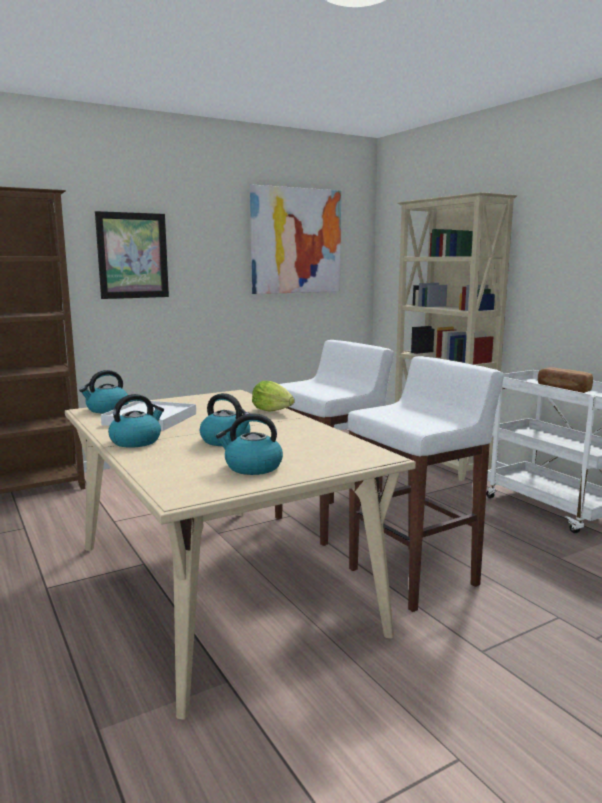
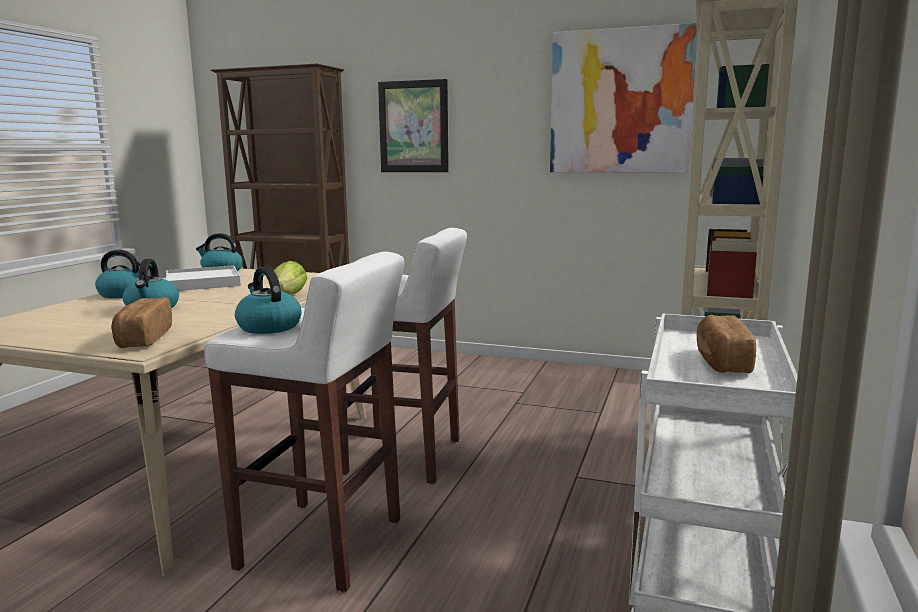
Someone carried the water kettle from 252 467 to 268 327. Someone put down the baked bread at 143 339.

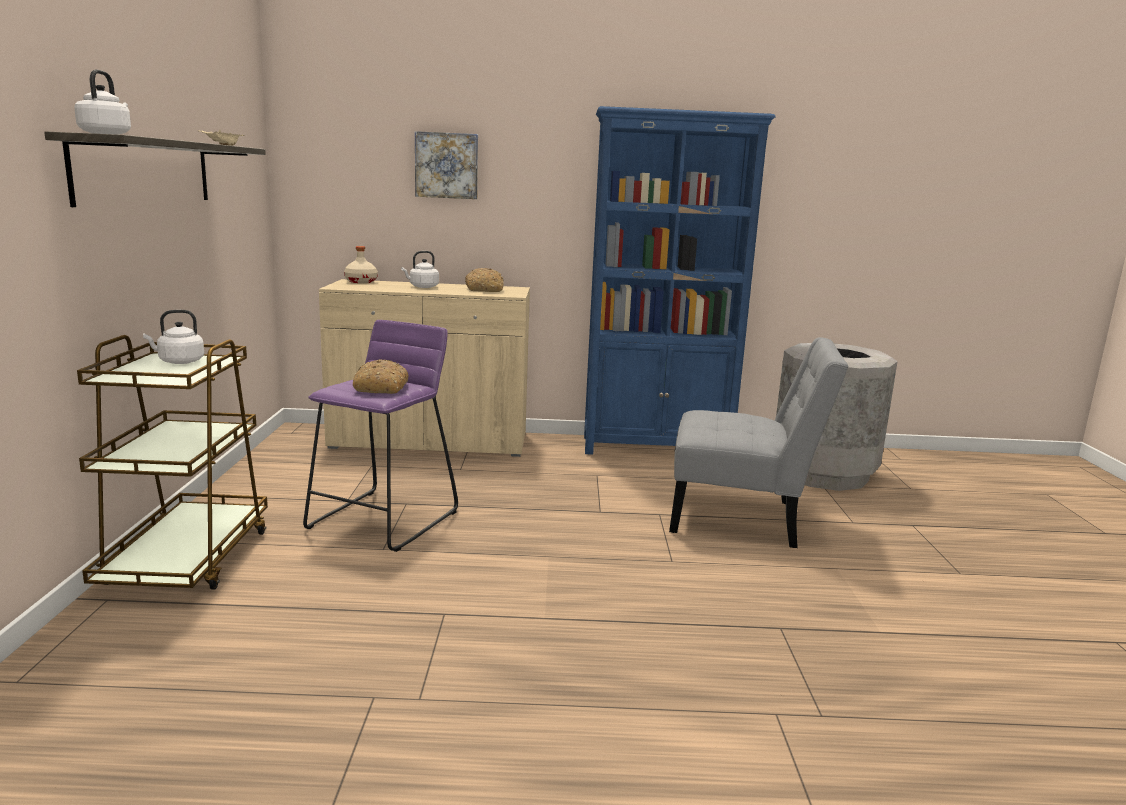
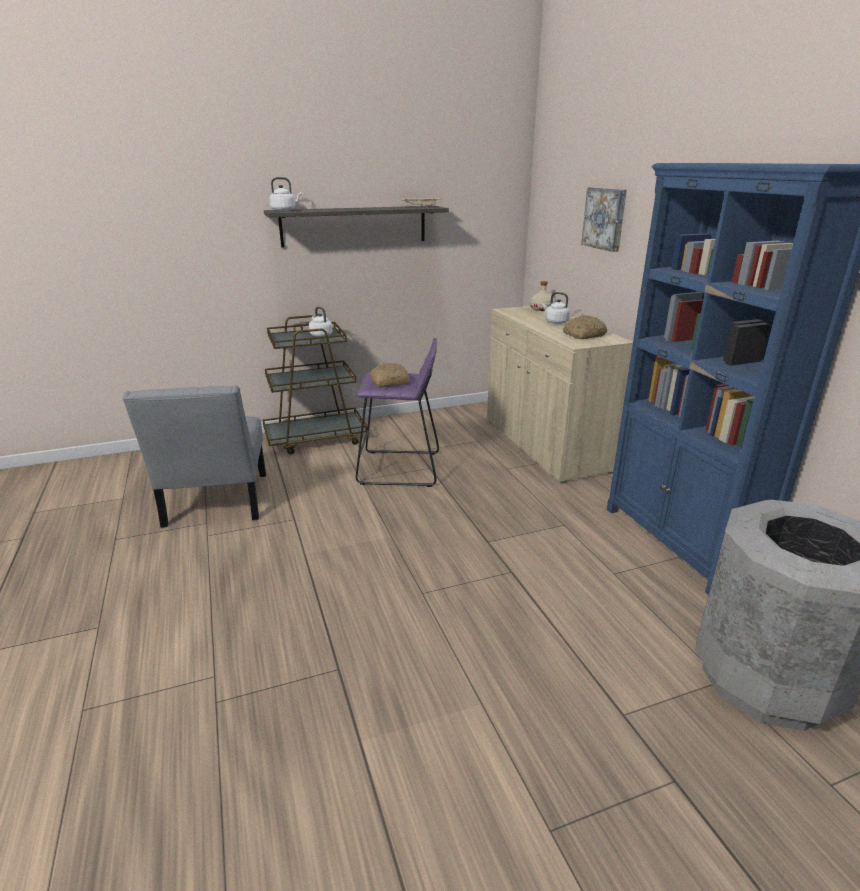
Someone carried the plain chair/greyish from 742 518 to 215 503.

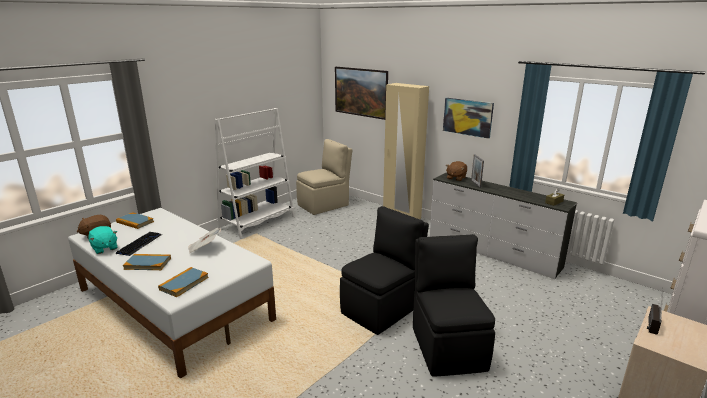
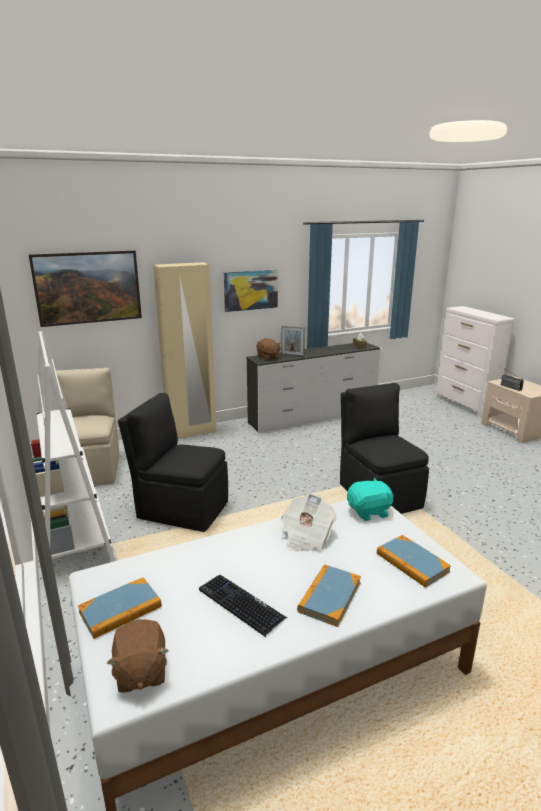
Someone carried the cuddly toy/blue-green from 104 248 to 369 512. Someone carried the plain chair/blackish from 448 346 to 181 509.

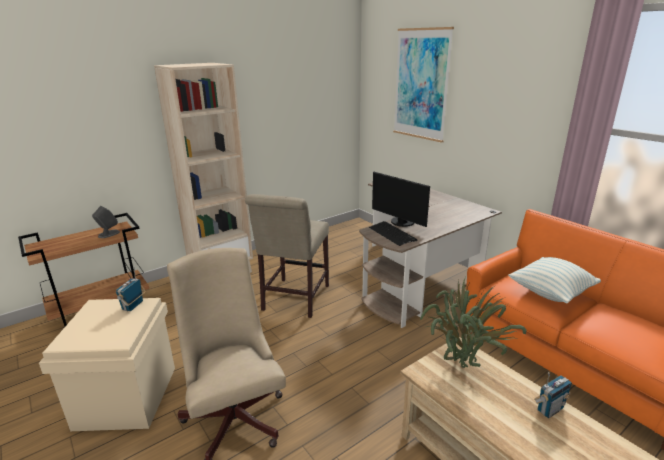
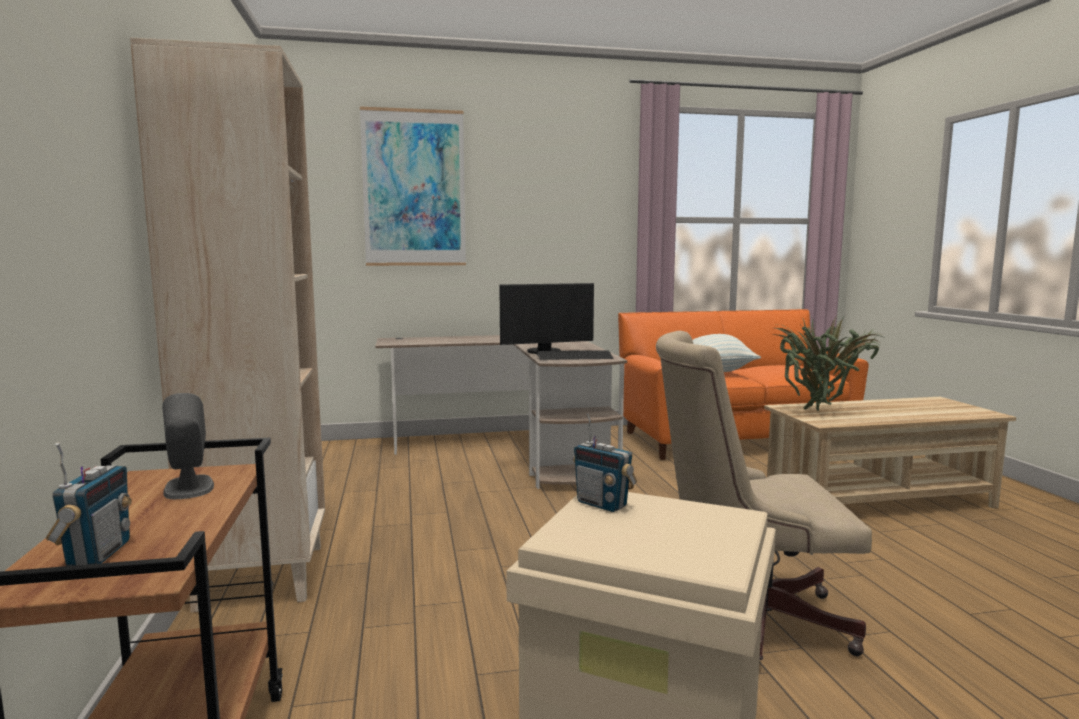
Someone took away the plain chair/beige at 294 299. Someone carried the radio receiver from 549 409 to 97 554.

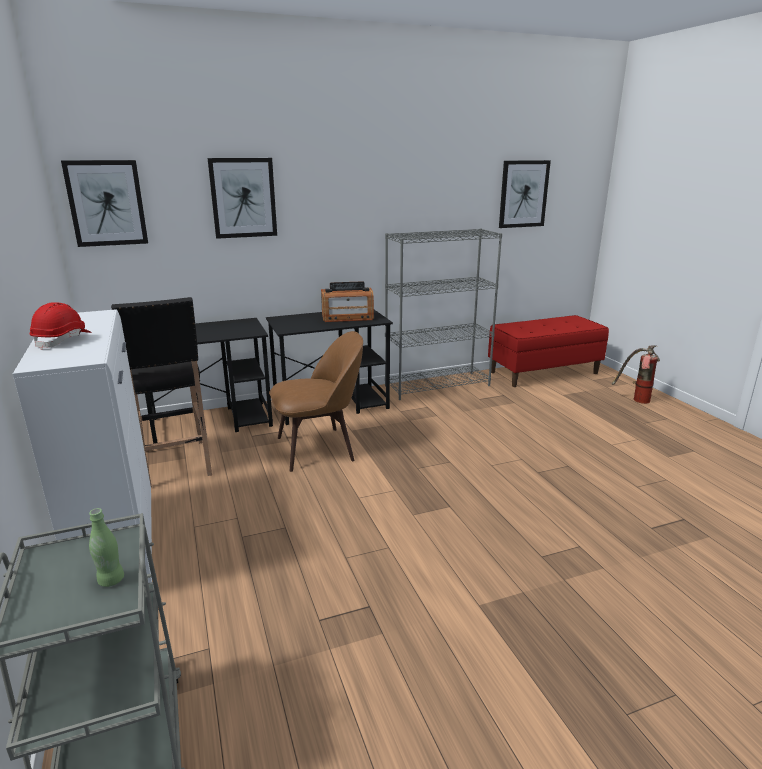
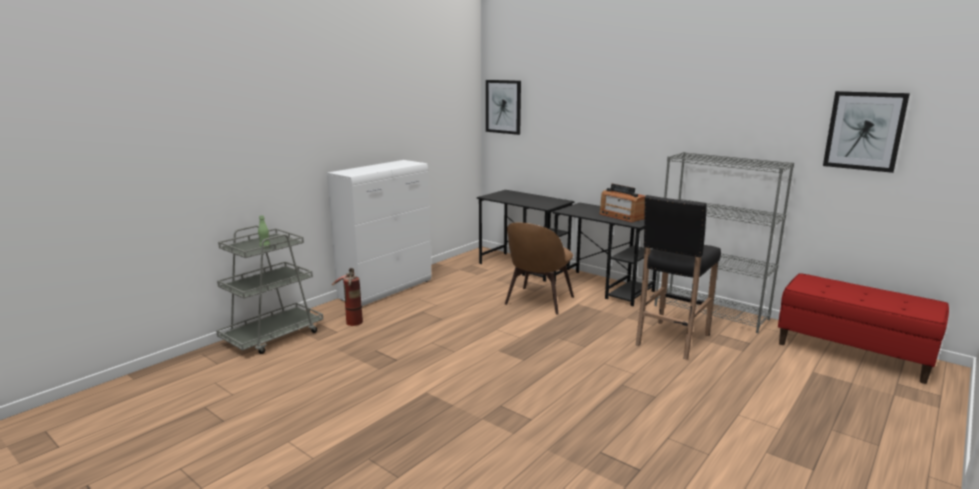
Someone took away the wall picture at 243 198. Someone carried the stool/blackish from 176 464 to 671 340. Someone took away the work helmet/red-coloured at 63 340. Someone rotated the plain chair/brownish at 319 448 by 75 degrees clockwise. Someone carried the fire-fighting cylinder from 635 400 to 352 320.

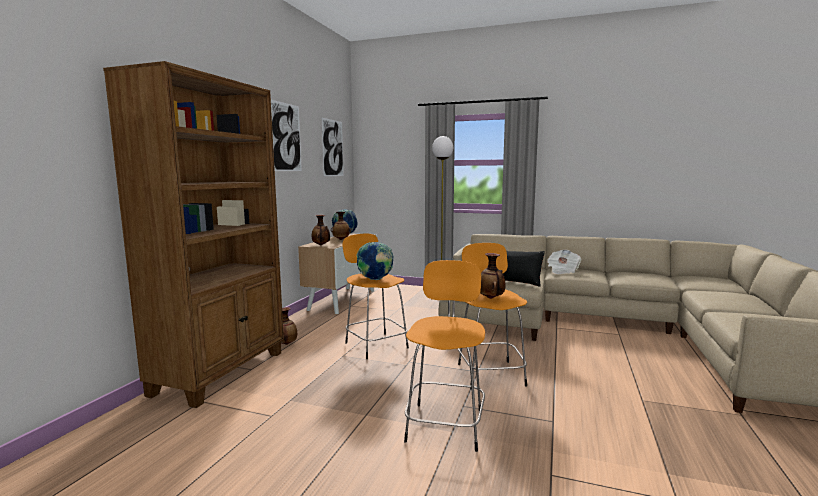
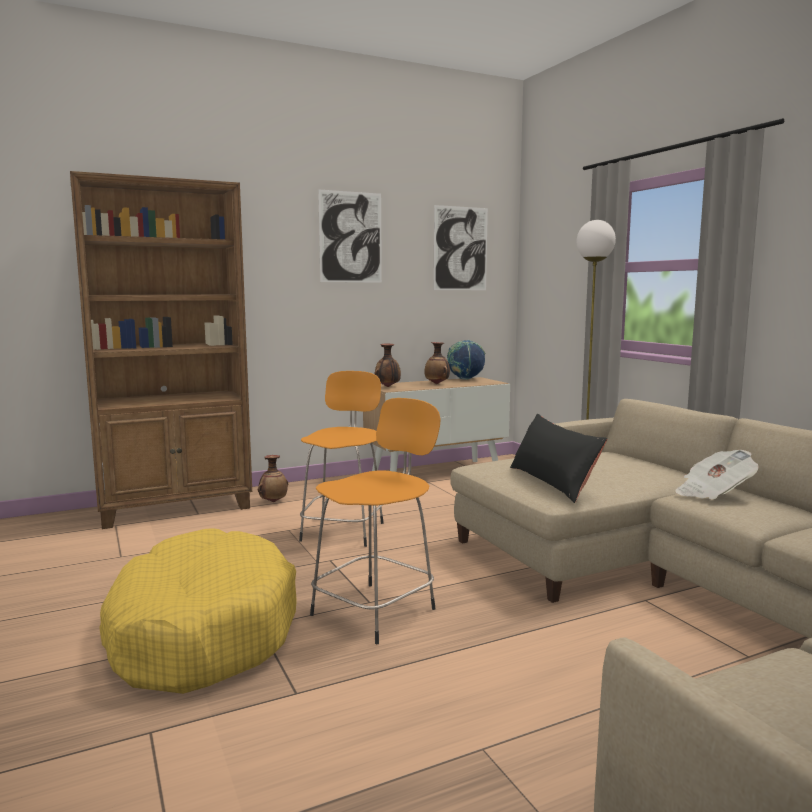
Someone took away the desk globe at 375 280. Someone took away the decorative vase at 491 298. Someone swapped the stool/orange-coloured at 445 424 for the dog cushion/yellow-coloured at 201 632.

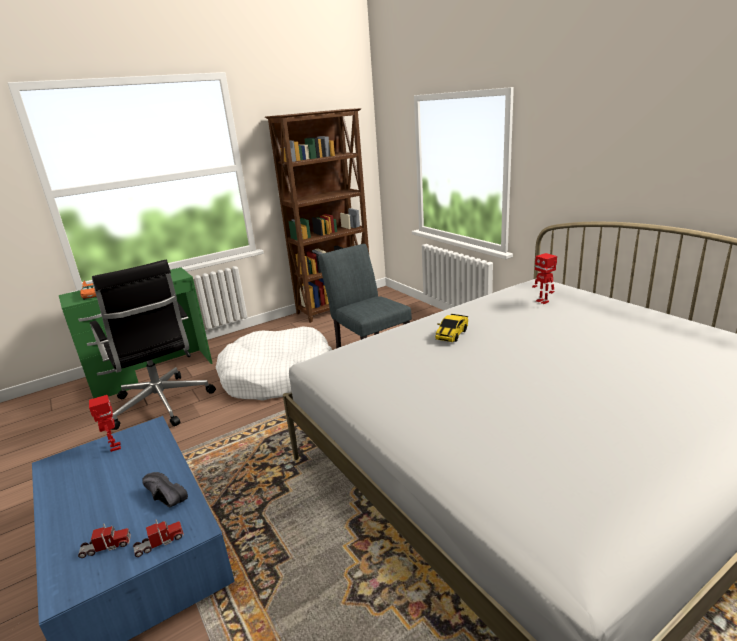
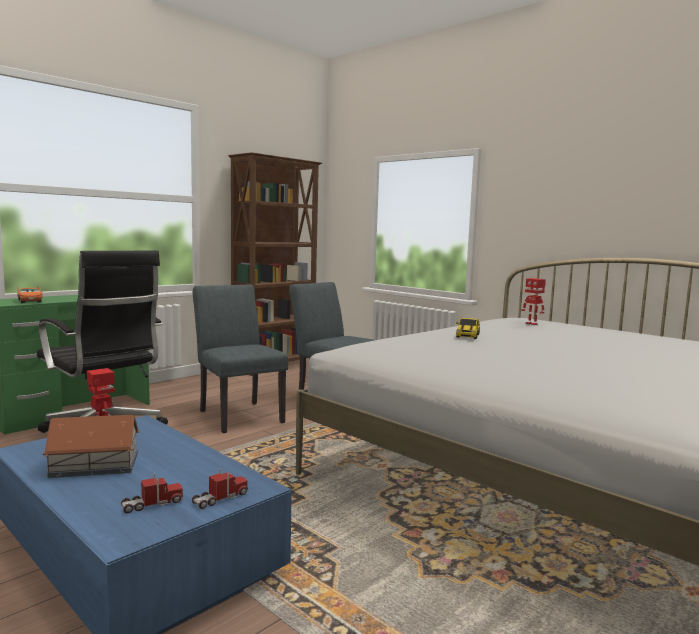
Someone swapped the dog cushion/white-coloured at 278 376 for the plain chair/greyish at 238 414. Someone took away the shoe/blackish at 162 499. Someone put down the model house at 95 465.

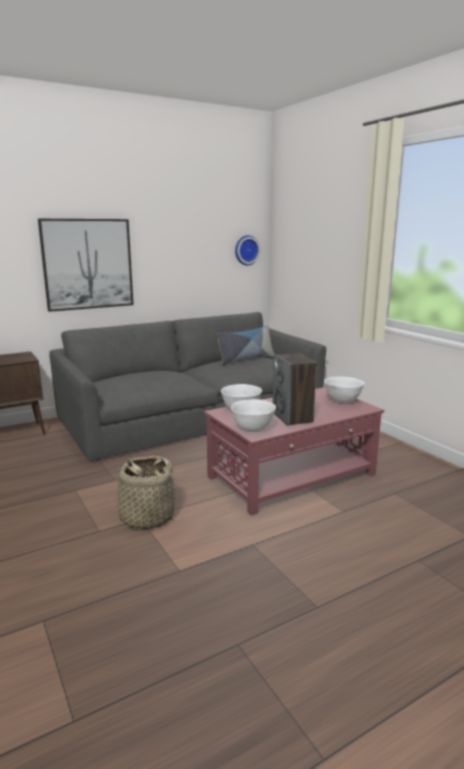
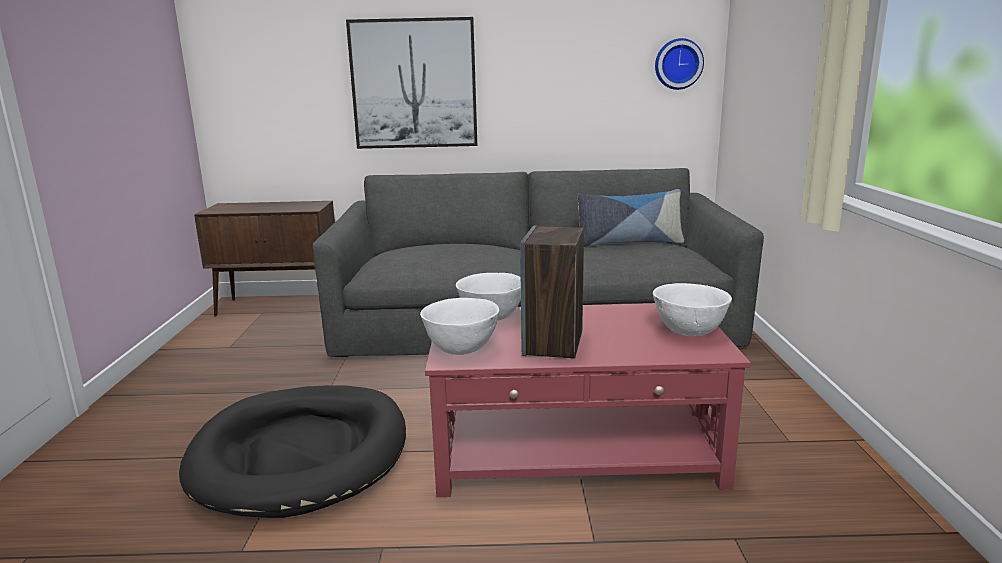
Someone swapped the storage basket at 146 517 for the dog cushion/blackish at 301 454.

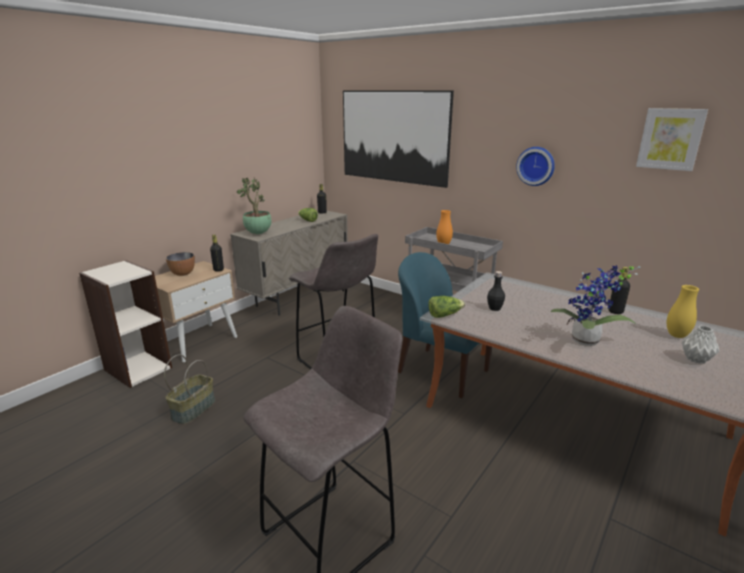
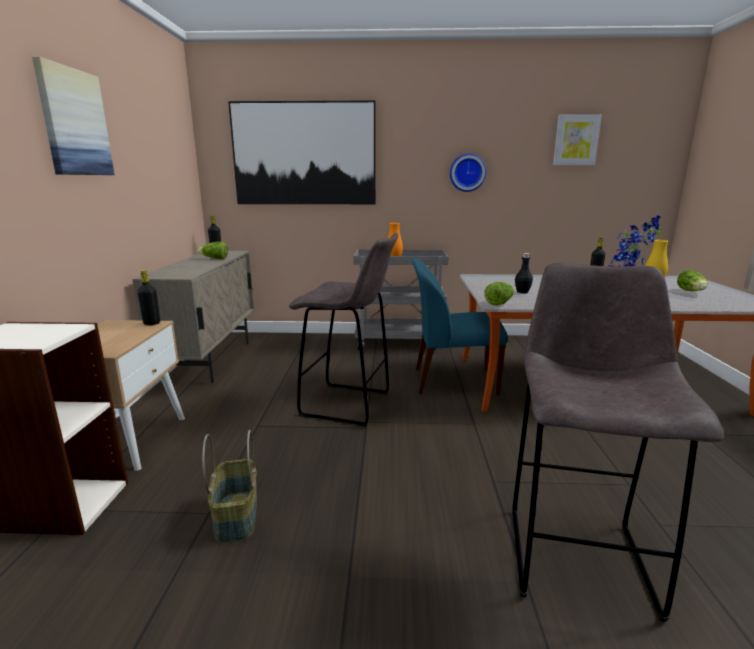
Someone took away the plant in a pot at 258 233. Someone took away the bowl at 183 274. Someone swapped the decorative vase/greyish at 696 360 for the lettuce at 691 292. Someone put up the wall picture at 74 123.

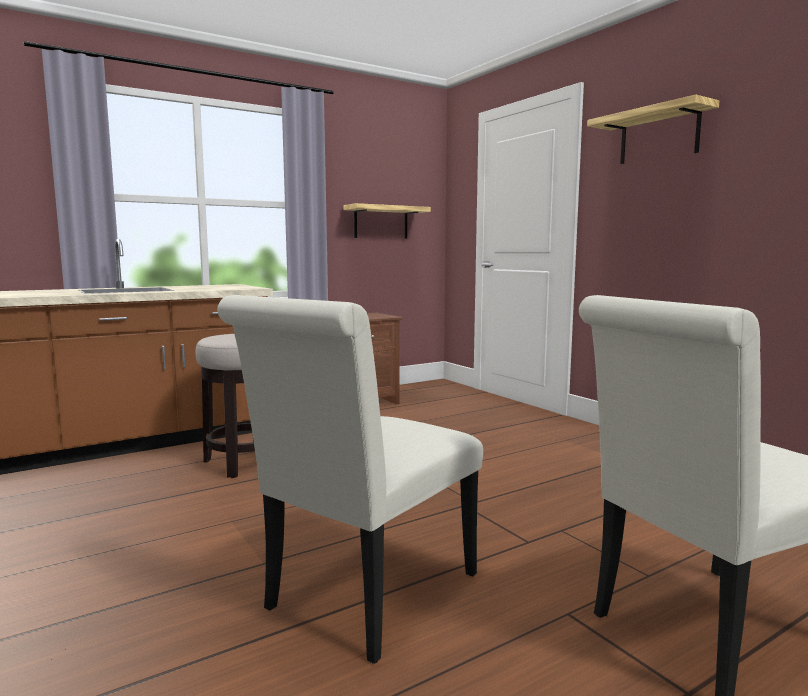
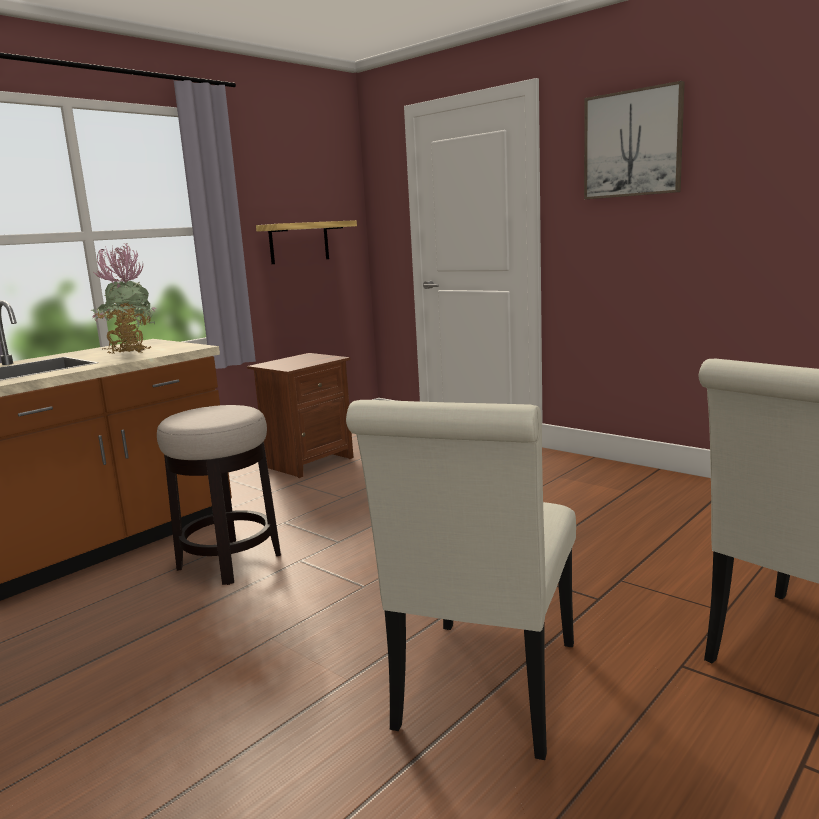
Someone swapped the bracket shelf at 659 136 for the wall picture at 633 144. Someone put down the plant in a pot at 130 352.

